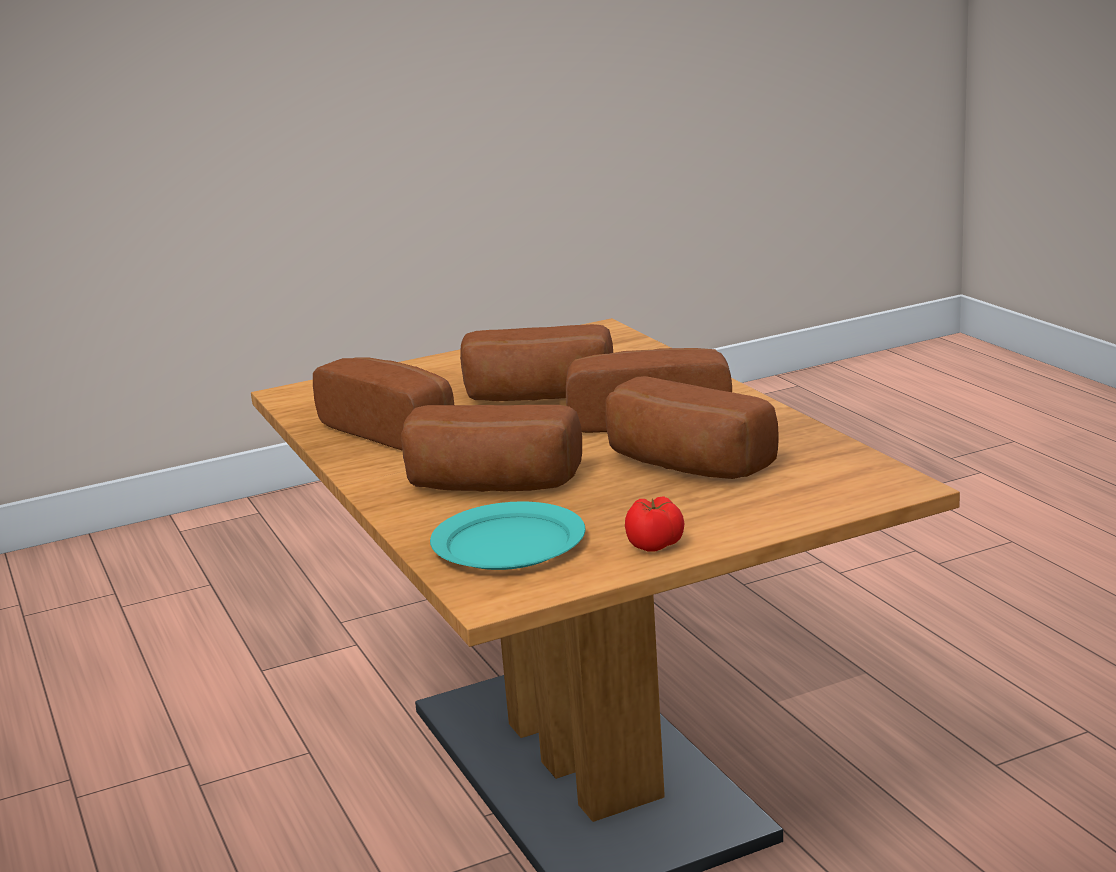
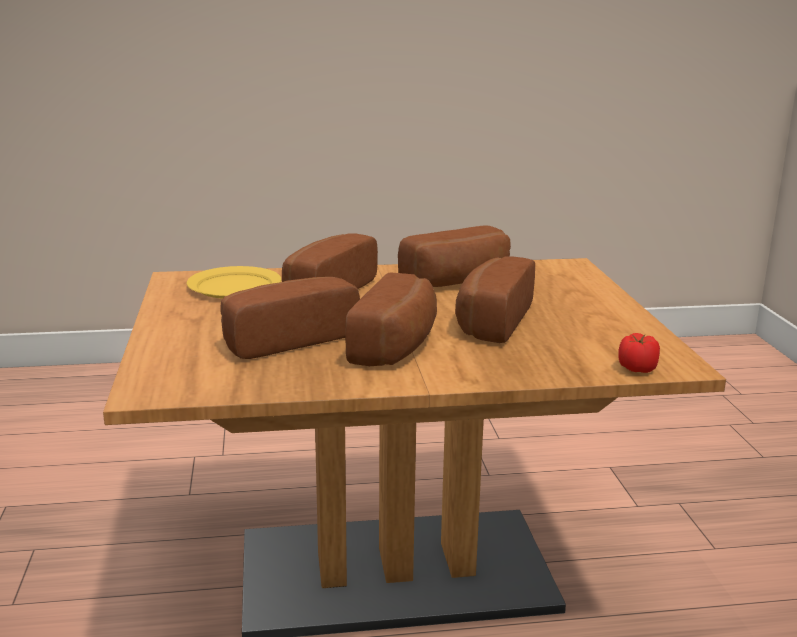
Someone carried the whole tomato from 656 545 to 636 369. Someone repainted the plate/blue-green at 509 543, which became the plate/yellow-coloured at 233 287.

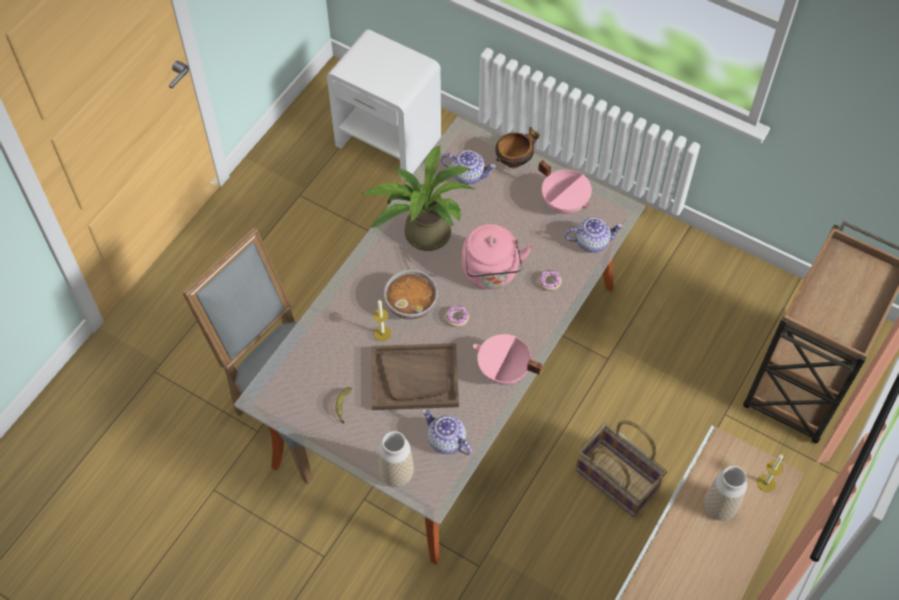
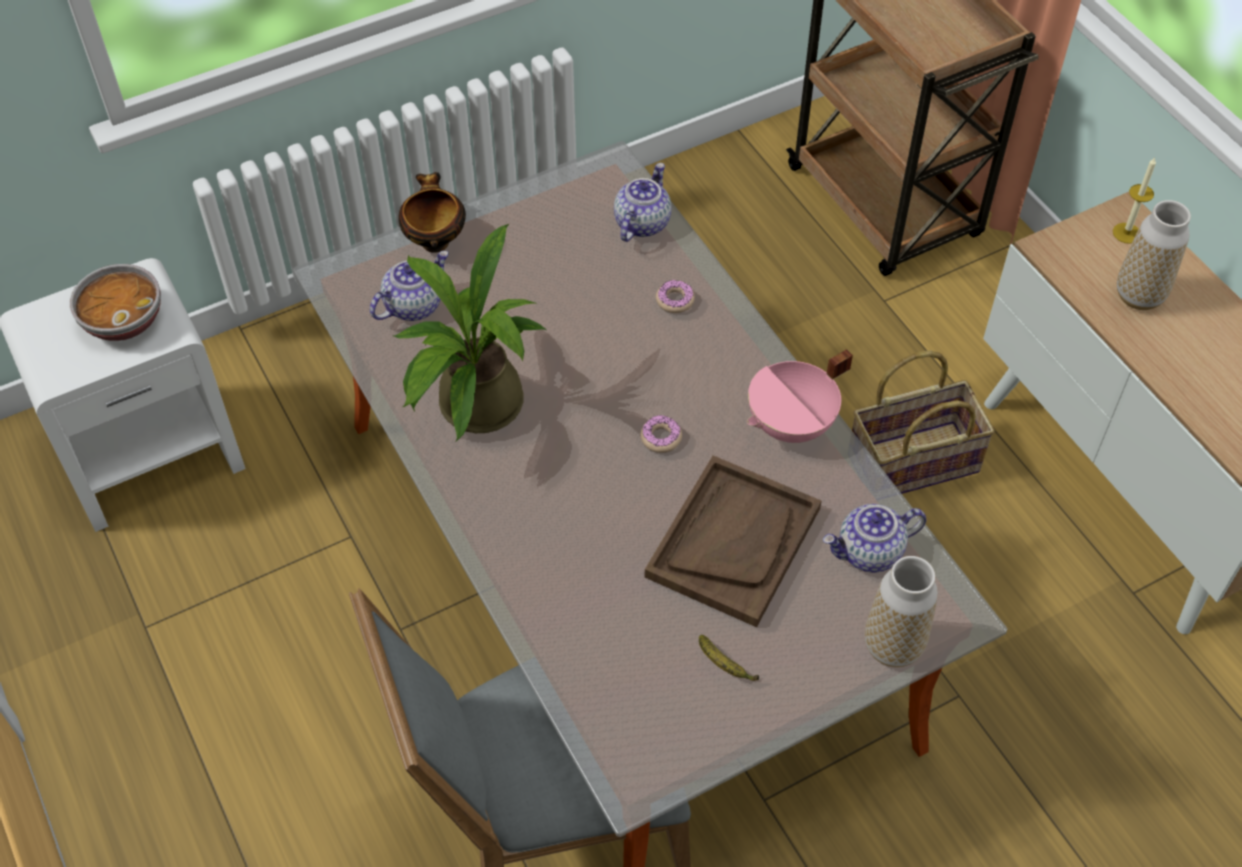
Someone took away the stockpot/pinkish at 564 203. Someone took away the water kettle/pinkish at 491 273. Someone carried the bowl from 411 303 to 123 320. Someone took away the wax candle at 382 333.

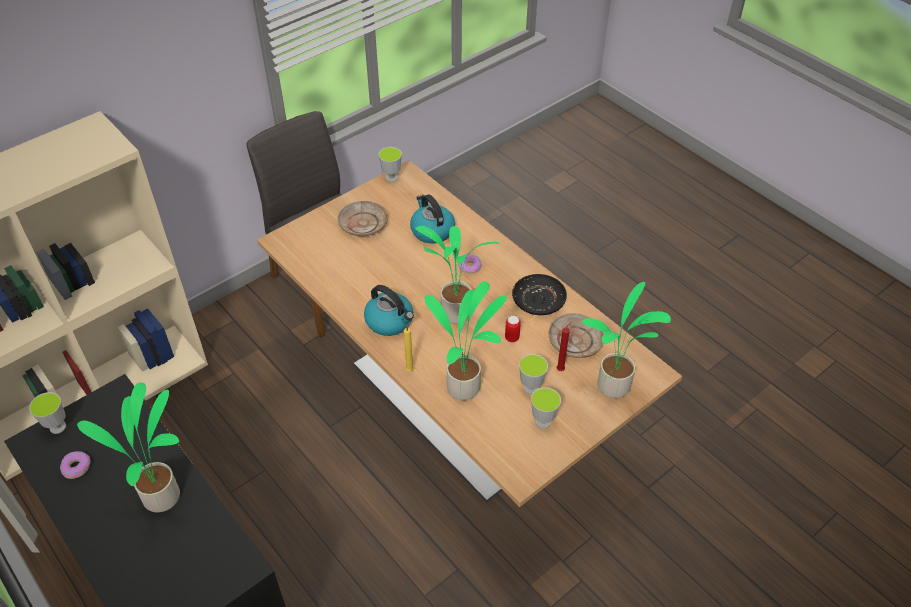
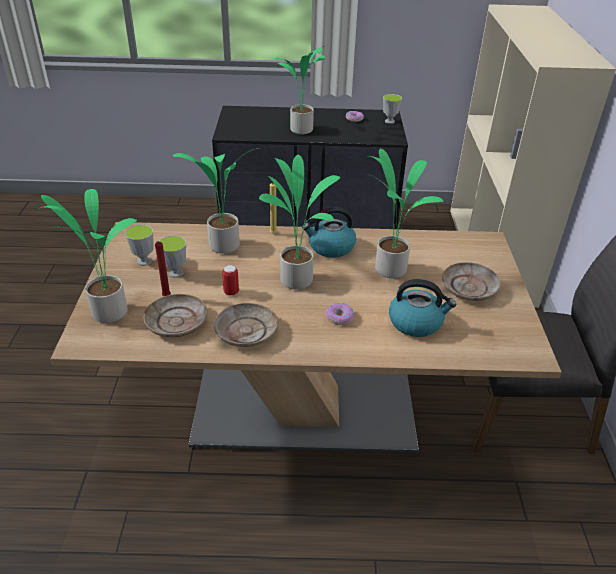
Someone took away the cup at 391 177. Someone repainted the plate/blackish at 539 300, which became the plate/beige at 246 332. Someone put down the plant in a pot at 389 268.

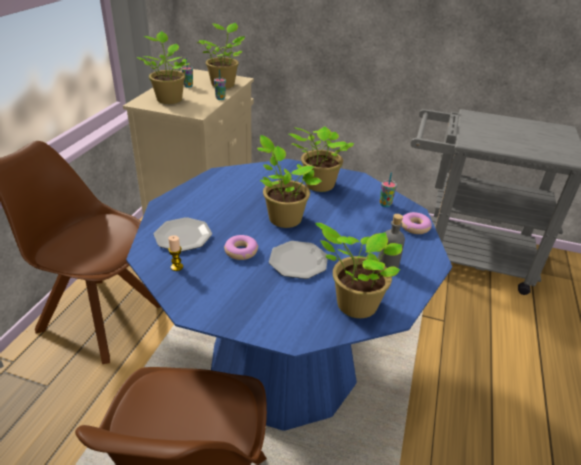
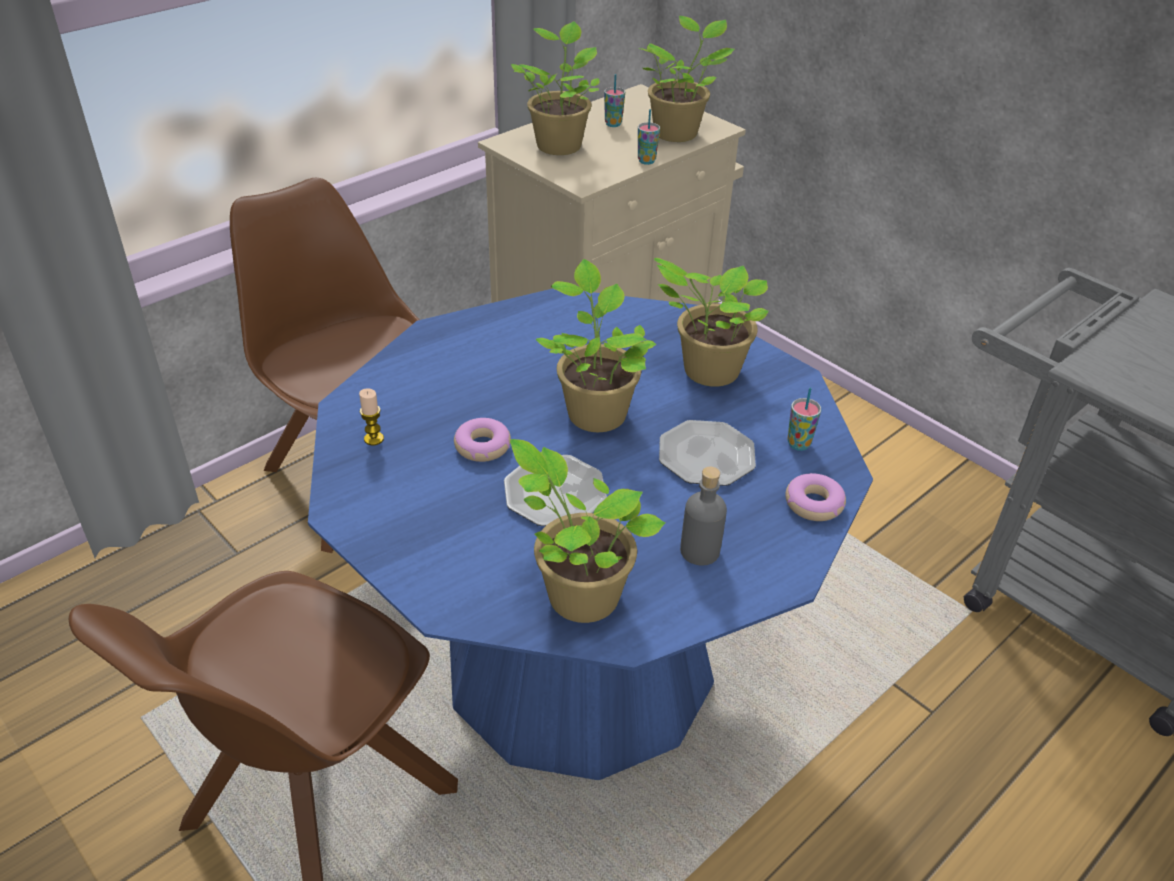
Someone carried the plate from 183 236 to 707 455.

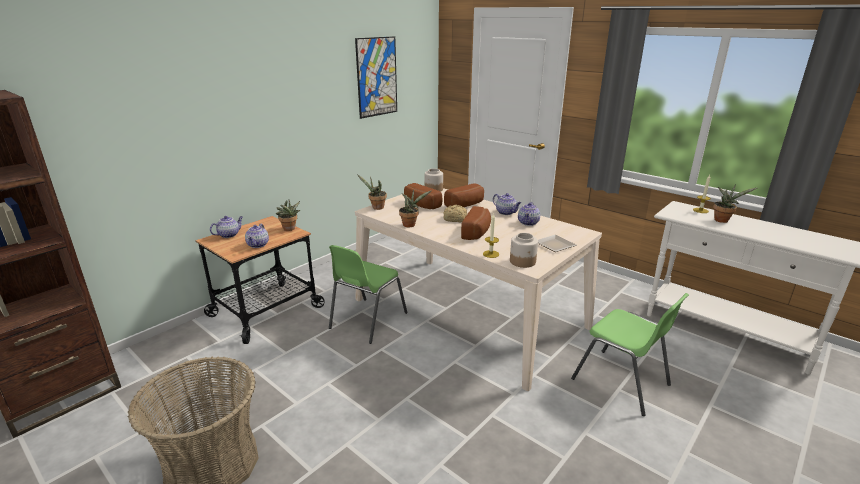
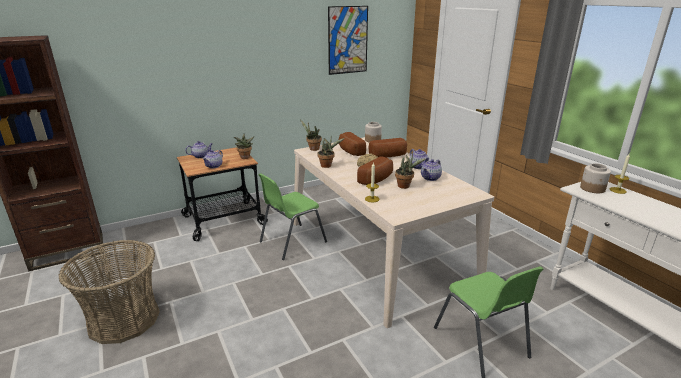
Someone carried the plant in a pot from 723 220 to 405 186. Someone carried the storage jar from 523 262 to 592 188. Someone took away the plate at 555 244.

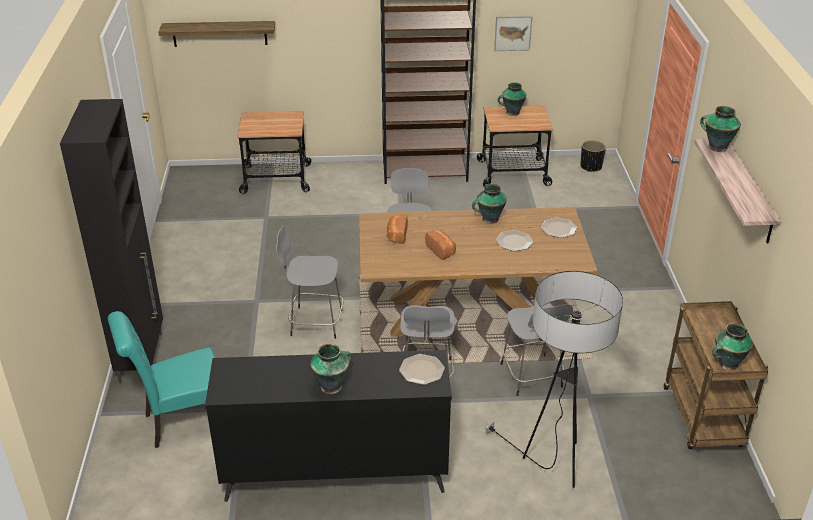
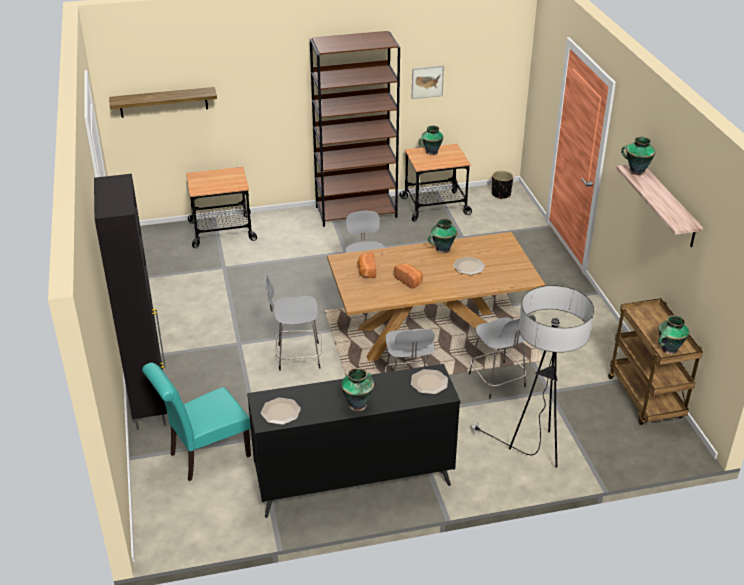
Someone carried the plate from 559 228 to 281 412.

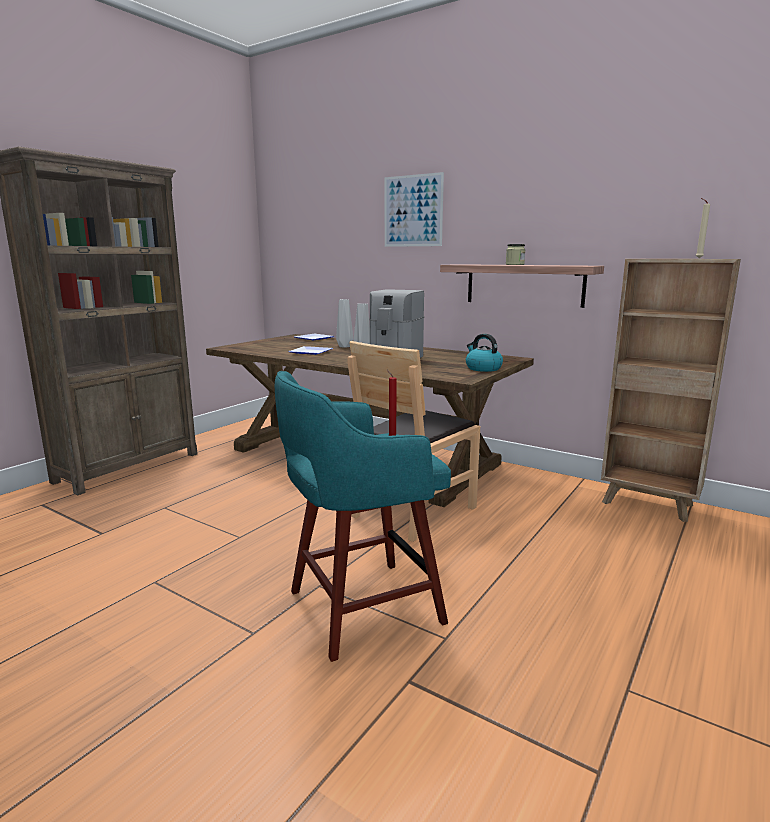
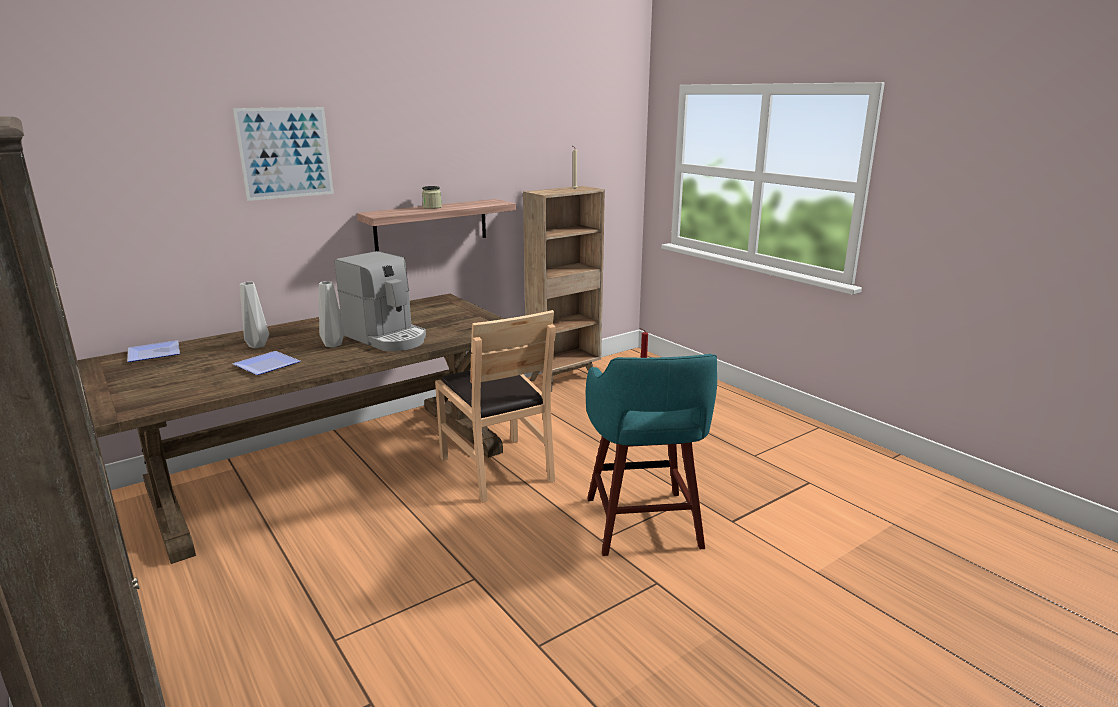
Someone took away the water kettle at 482 368.

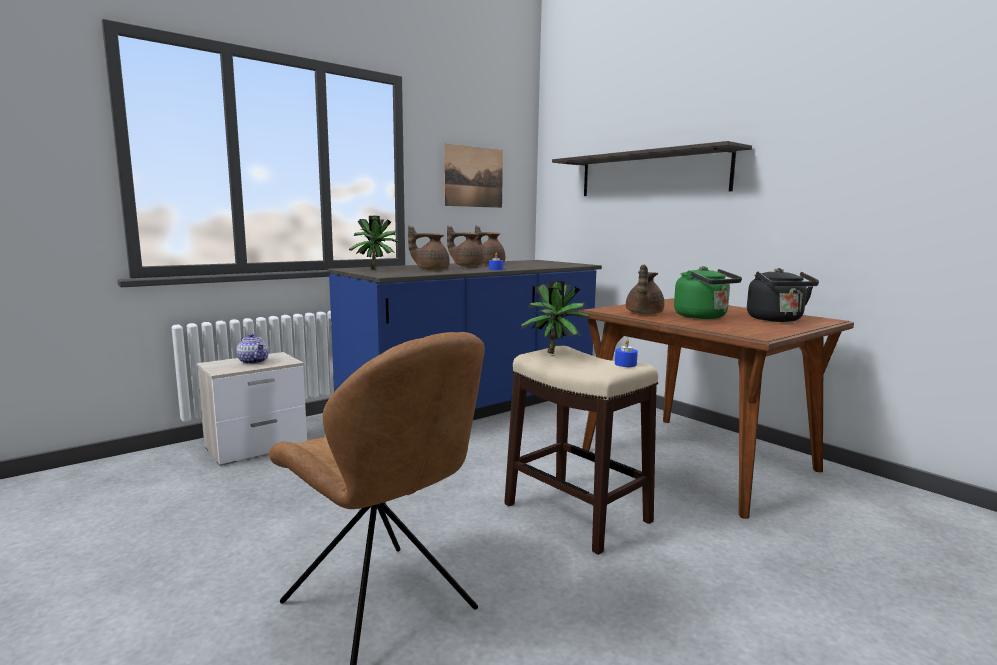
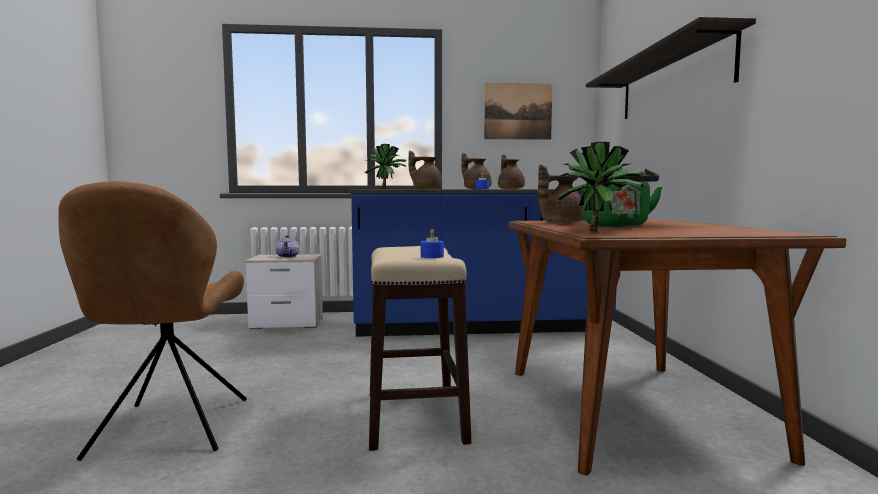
Someone took away the water kettle/blackish at 777 320. Someone carried the plant in a pot from 556 353 to 599 231.

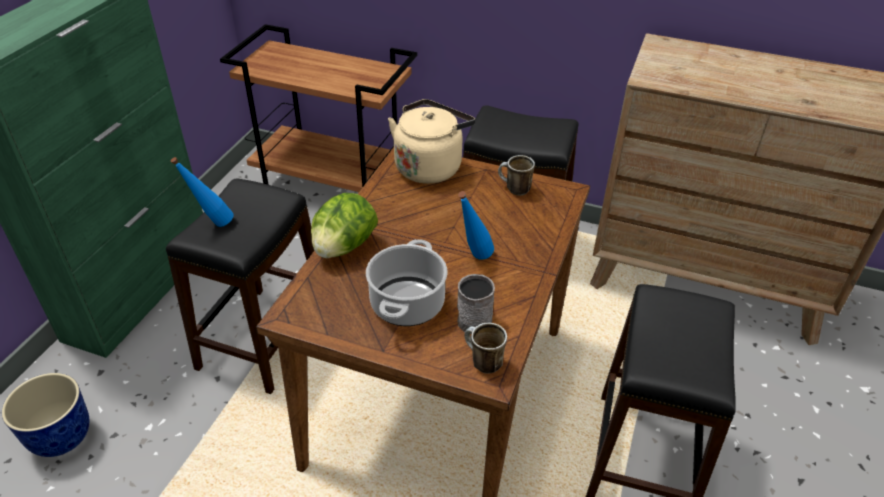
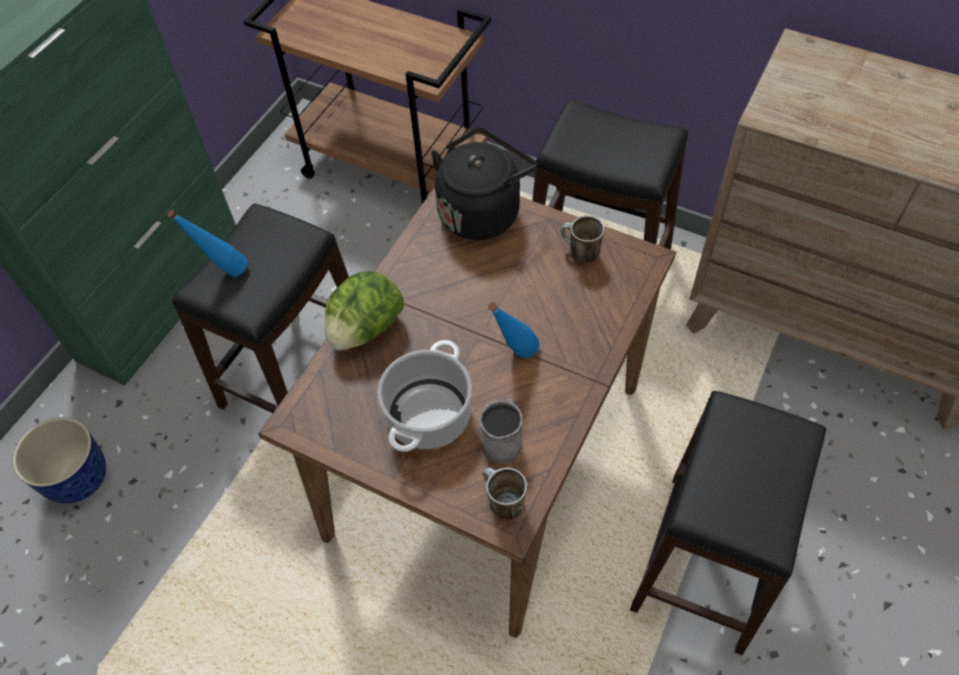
Someone repainted the water kettle/beige at 430 166, which became the water kettle/blackish at 482 211.

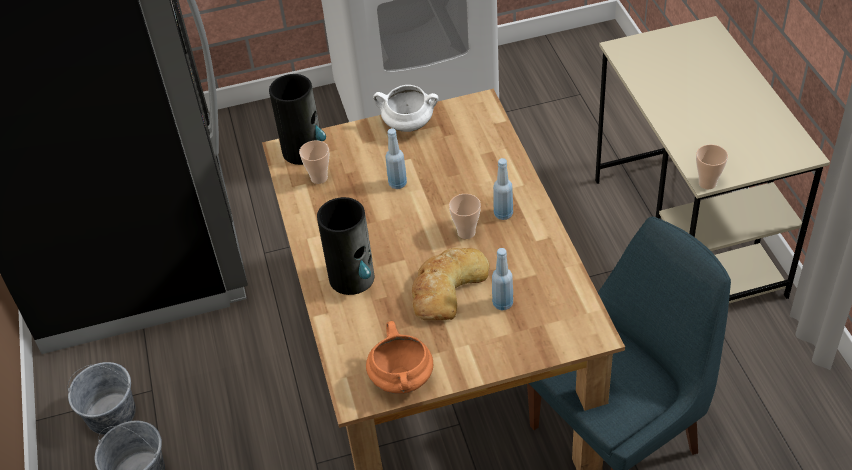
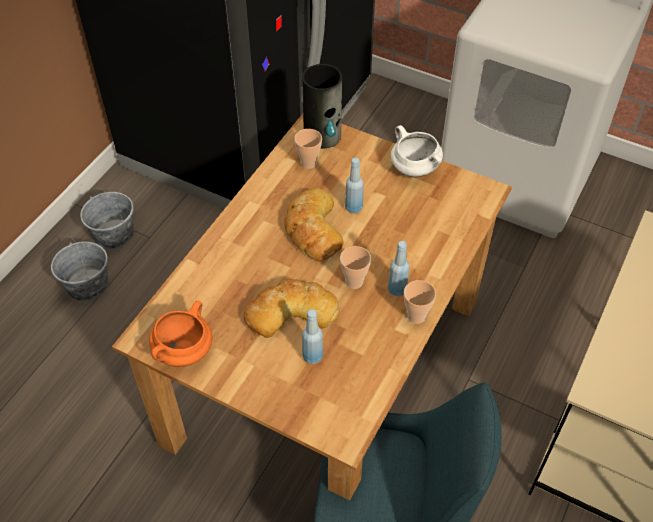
Someone carried the cup from 707 183 to 416 316. Someone took away the decorative vase at 352 277. Someone put down the baked bread at 312 229.

